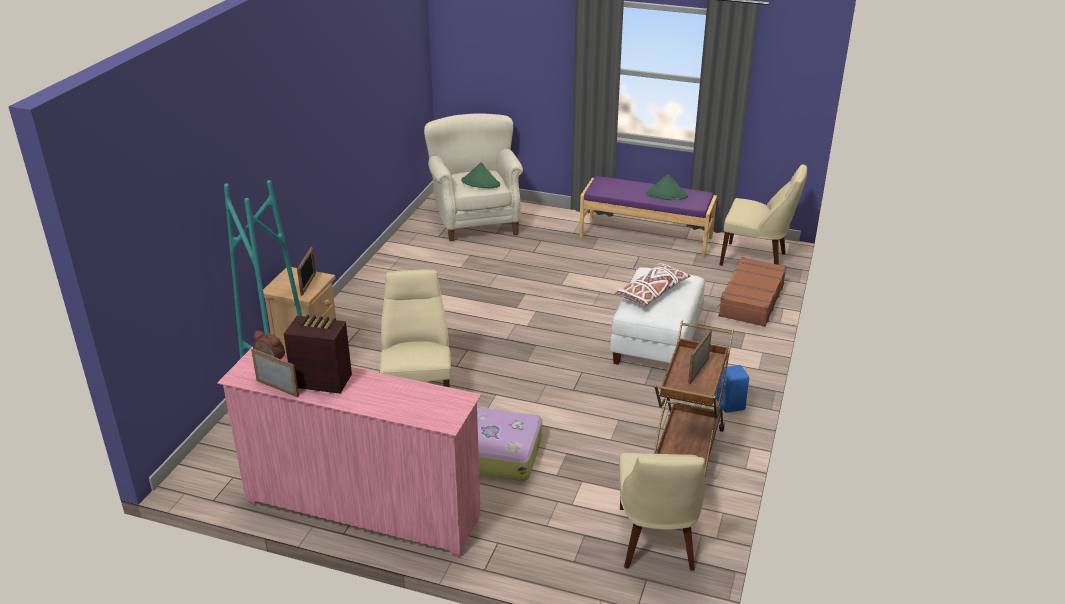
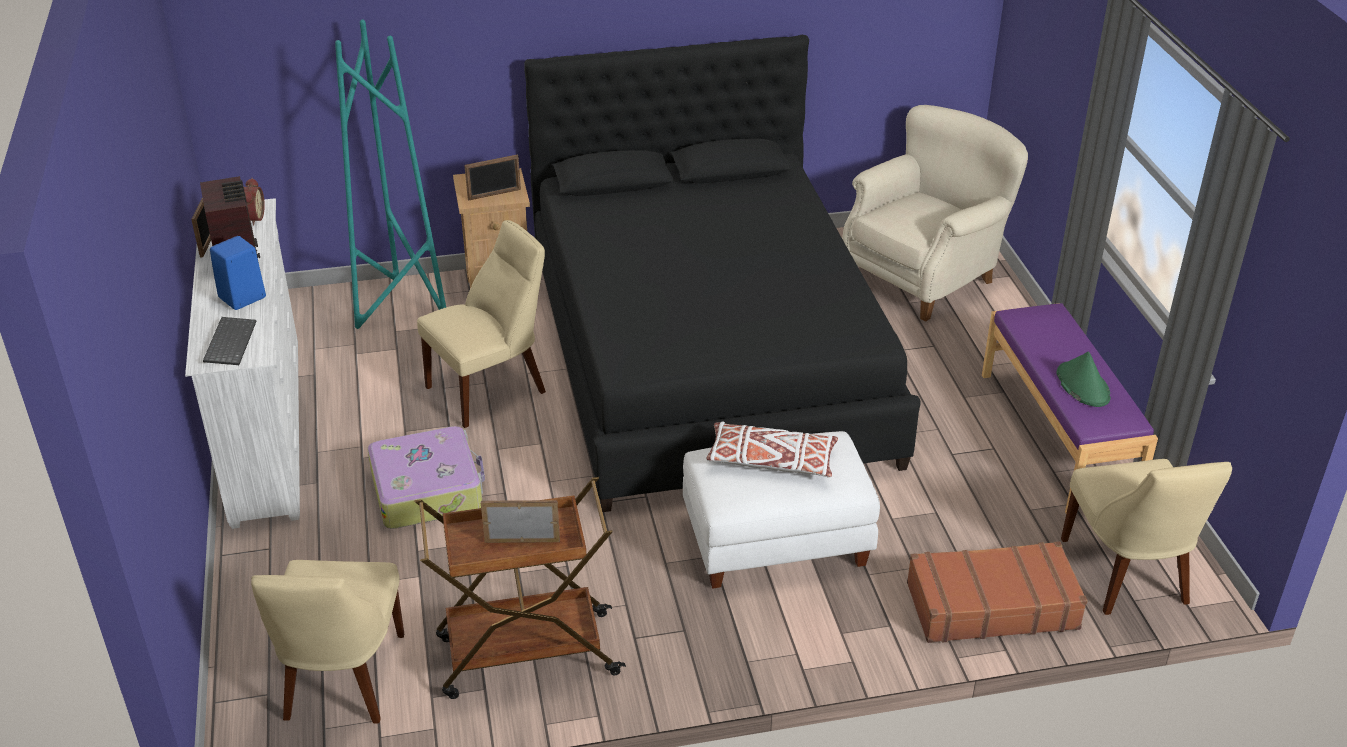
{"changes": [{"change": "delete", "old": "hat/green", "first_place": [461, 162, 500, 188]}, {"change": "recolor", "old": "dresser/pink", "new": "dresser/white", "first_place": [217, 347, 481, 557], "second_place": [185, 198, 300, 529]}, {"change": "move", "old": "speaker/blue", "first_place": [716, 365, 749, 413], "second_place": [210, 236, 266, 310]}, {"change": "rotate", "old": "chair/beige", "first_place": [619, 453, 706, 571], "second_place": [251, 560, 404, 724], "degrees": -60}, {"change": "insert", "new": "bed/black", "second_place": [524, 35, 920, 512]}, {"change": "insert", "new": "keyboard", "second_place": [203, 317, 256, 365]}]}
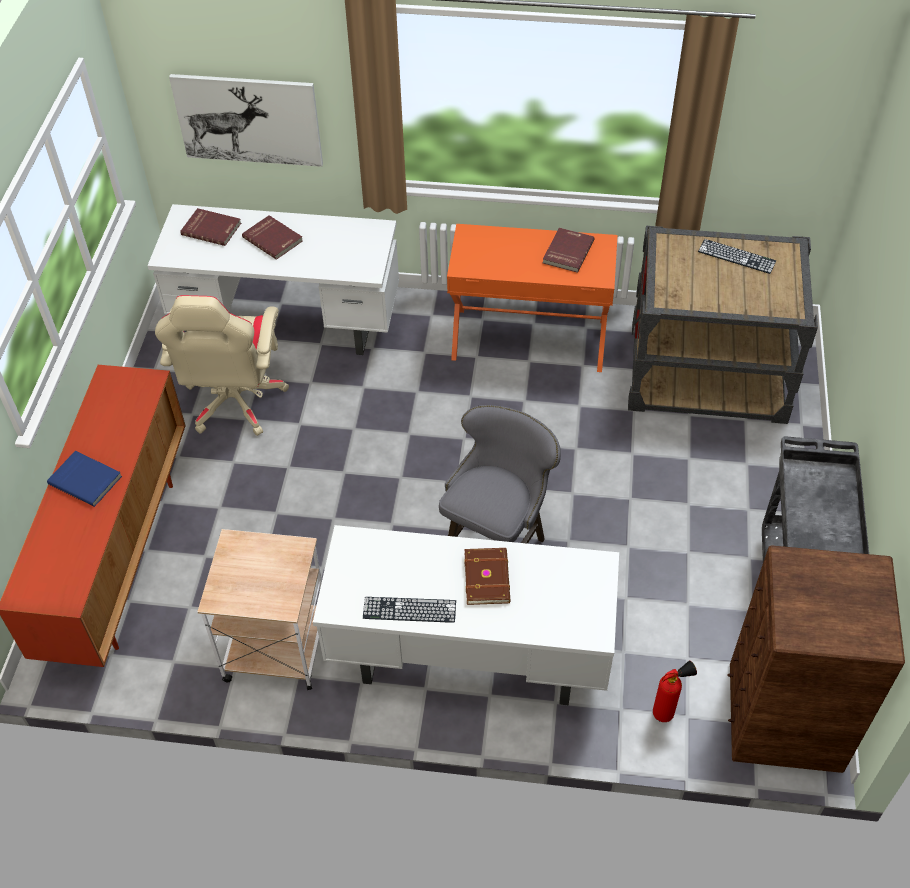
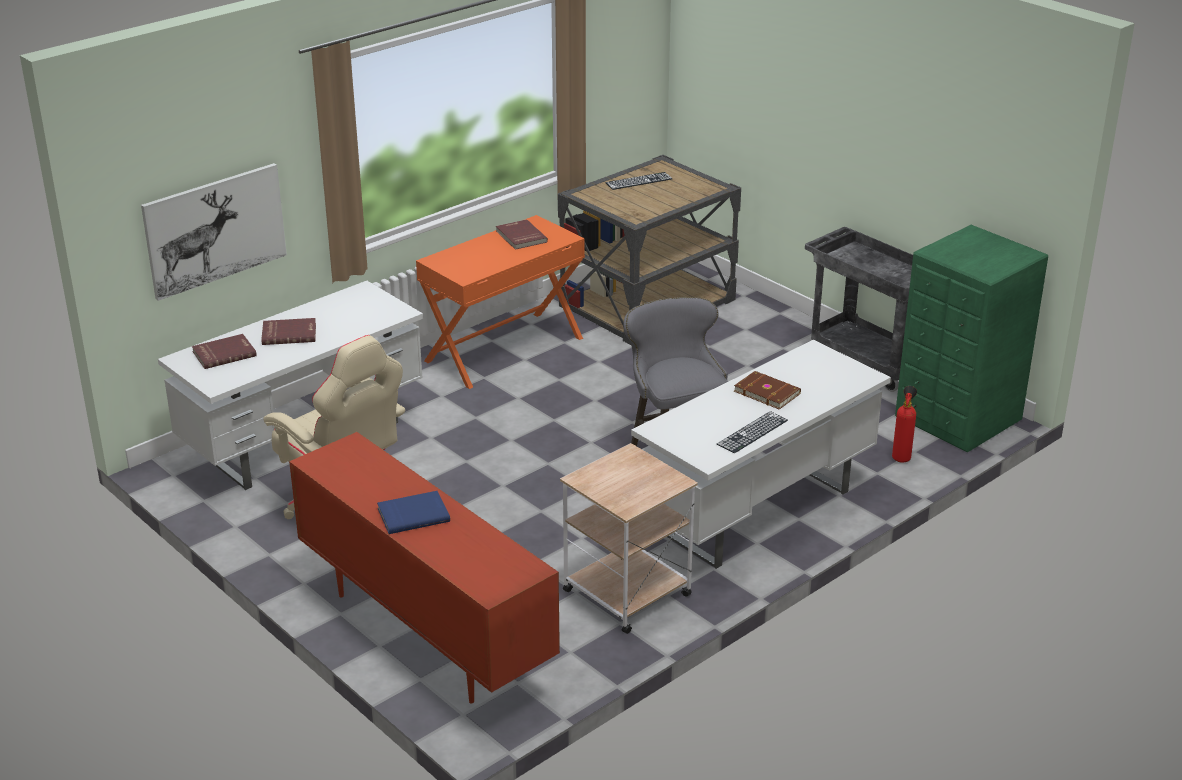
{"changes": [{"change": "recolor", "old": "dresser/brown", "new": "dresser/green", "first_place": [727, 545, 905, 773], "second_place": [895, 225, 1048, 452]}]}
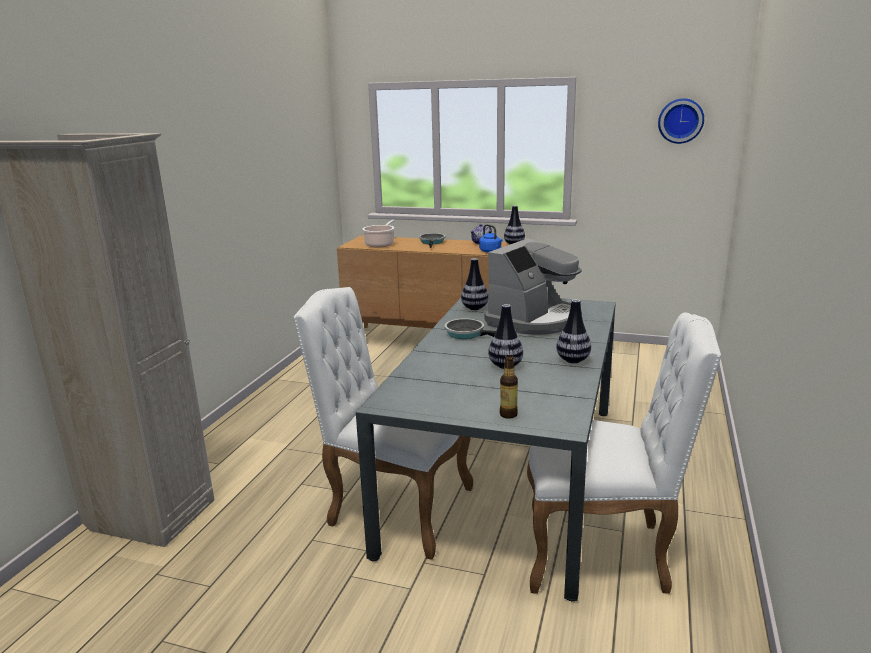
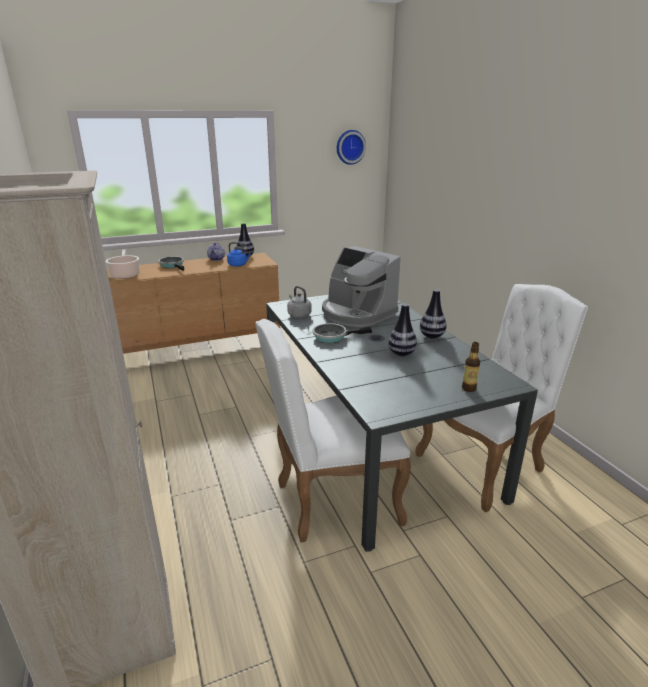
{"changes": [{"change": "rotate", "old": "coffee machine", "first_place": [485, 238, 582, 335], "second_place": [322, 246, 401, 327], "degrees": 135}, {"change": "replace", "old": "vase", "new": "kettle/grey", "first_place": [461, 258, 488, 310], "second_place": [287, 286, 312, 318]}]}
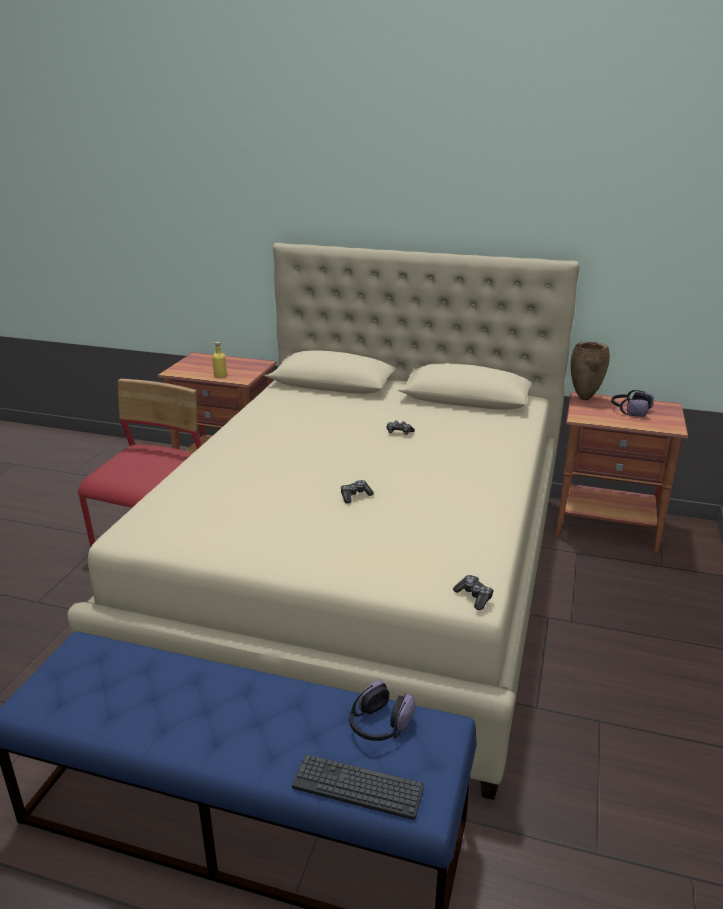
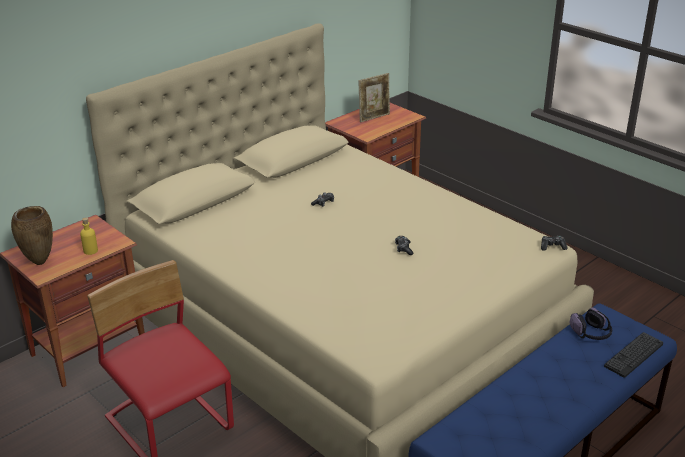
{"changes": [{"change": "move", "old": "vase/brown", "first_place": [571, 342, 610, 400], "second_place": [11, 206, 53, 265]}, {"change": "replace", "old": "headphones", "new": "picture frame", "first_place": [611, 390, 654, 417], "second_place": [358, 73, 390, 122]}]}
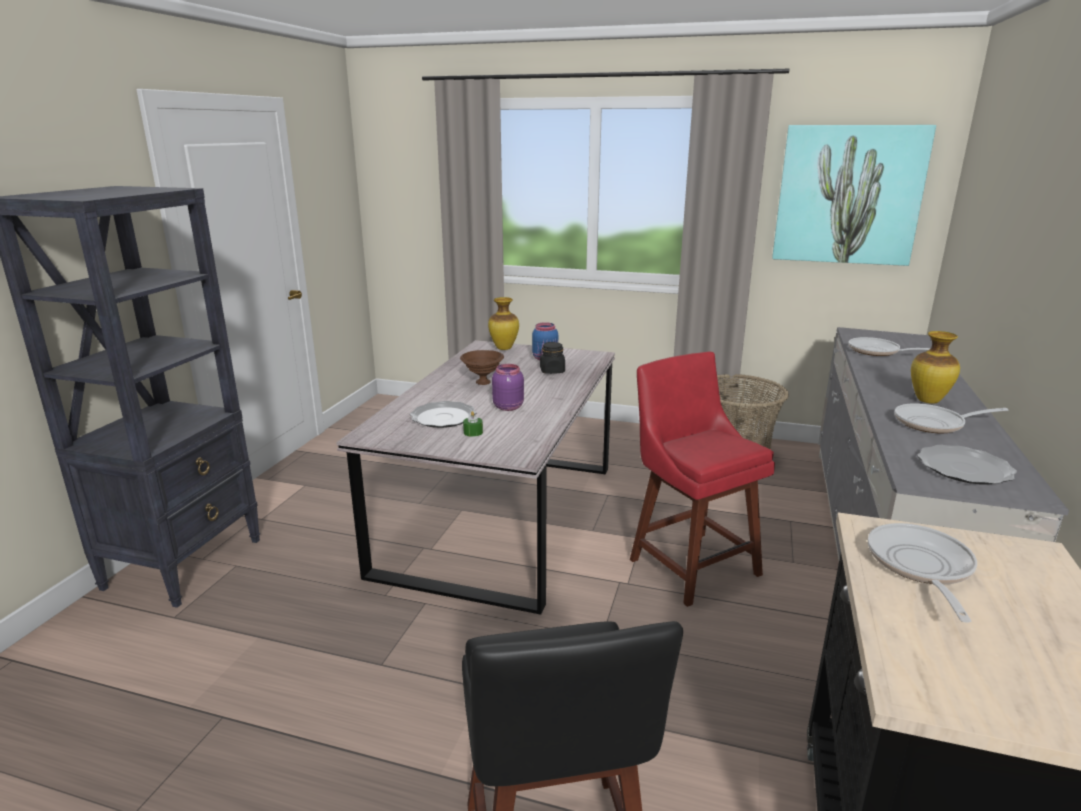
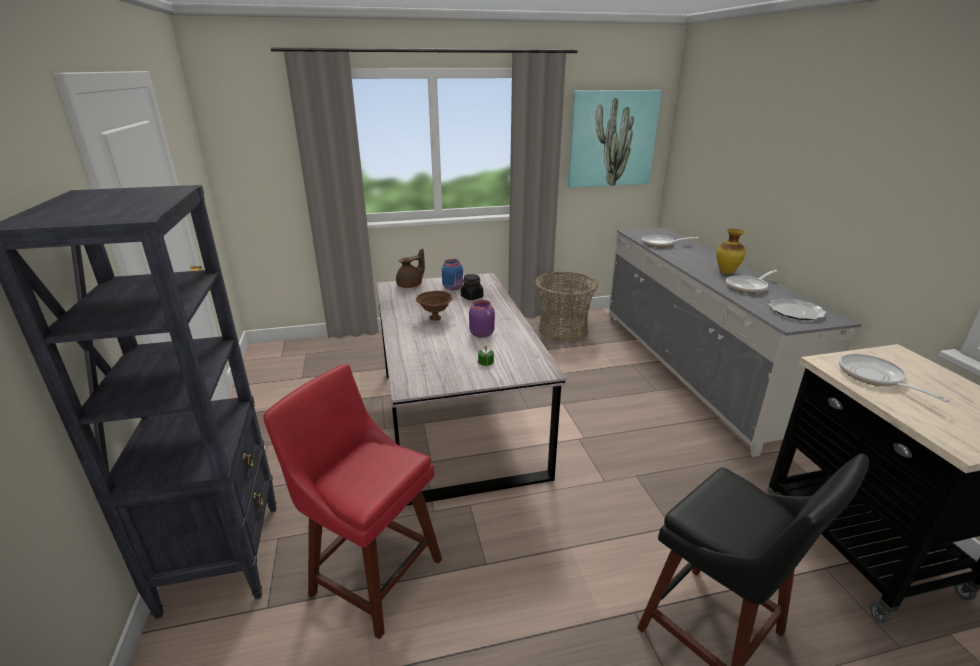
{"changes": [{"change": "replace", "old": "vase", "new": "teapot/brown", "first_place": [488, 297, 519, 350], "second_place": [396, 249, 425, 288]}, {"change": "move", "old": "chair/red", "first_place": [630, 352, 775, 607], "second_place": [263, 364, 442, 639]}, {"change": "delete", "old": "plate", "first_place": [410, 401, 476, 428]}]}
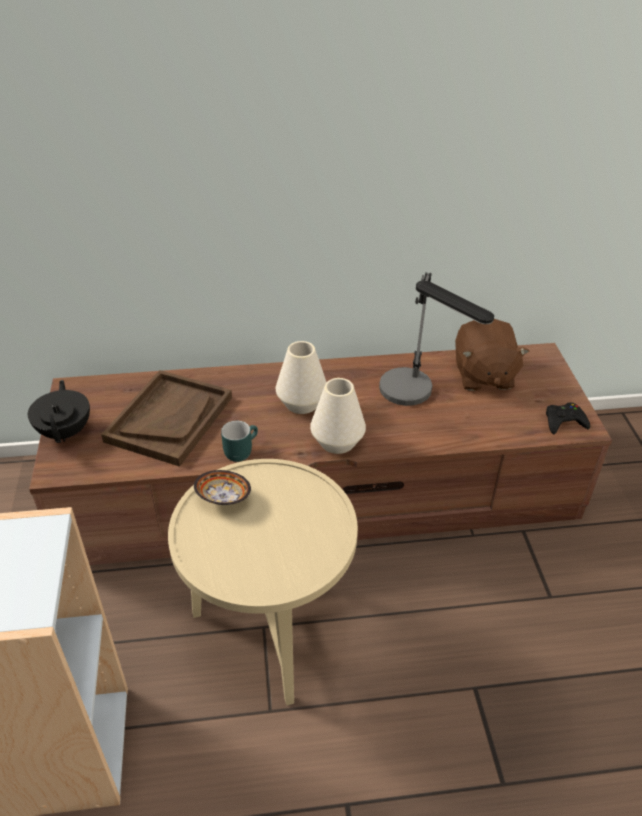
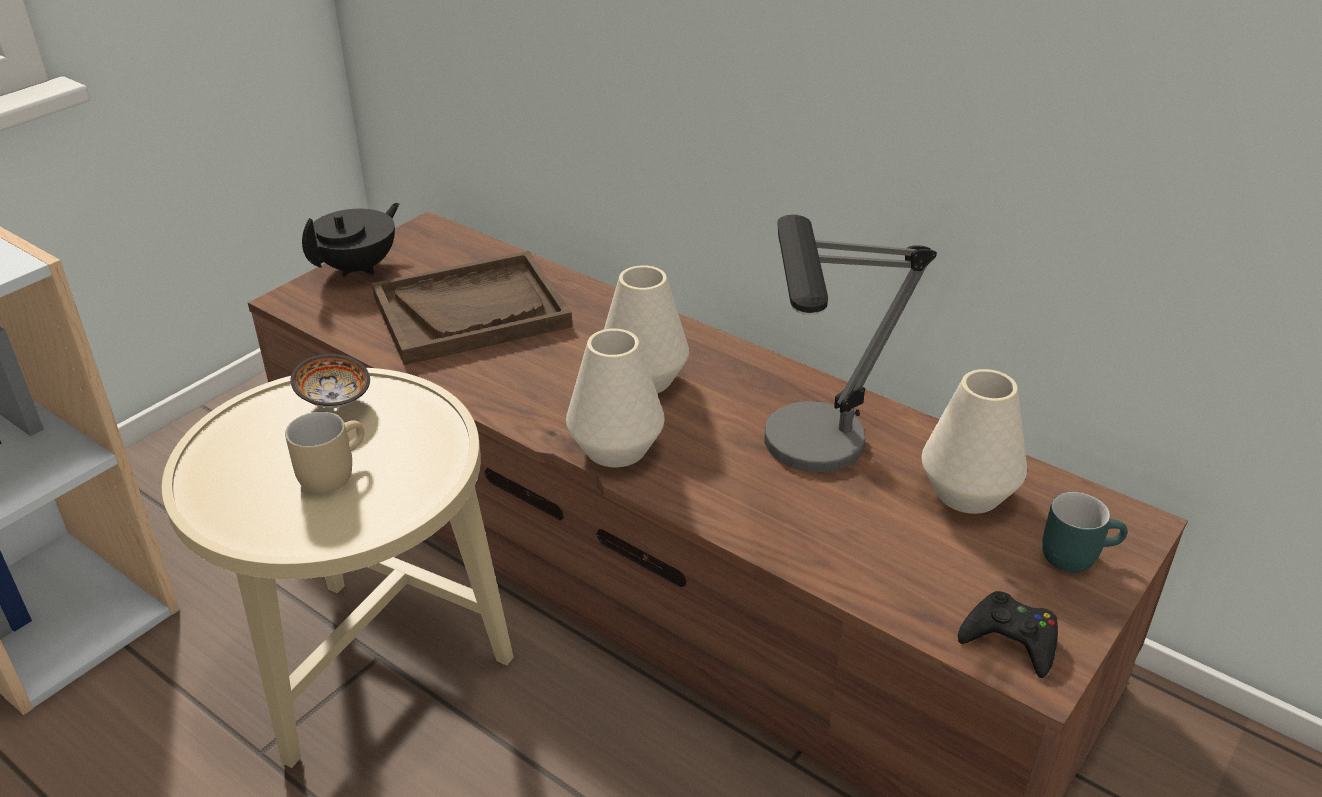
{"changes": [{"change": "replace", "old": "plush toy/brown", "new": "vase/white", "first_place": [455, 319, 530, 391], "second_place": [922, 369, 1027, 514]}, {"change": "move", "old": "mug/turquoise", "first_place": [221, 421, 258, 462], "second_place": [1042, 492, 1128, 573]}, {"change": "insert", "new": "mug/beige", "second_place": [285, 412, 364, 493]}]}
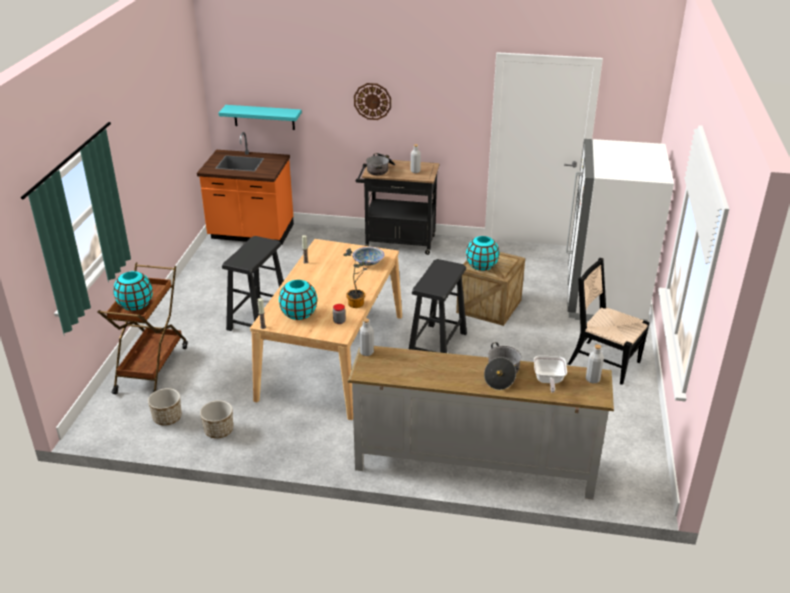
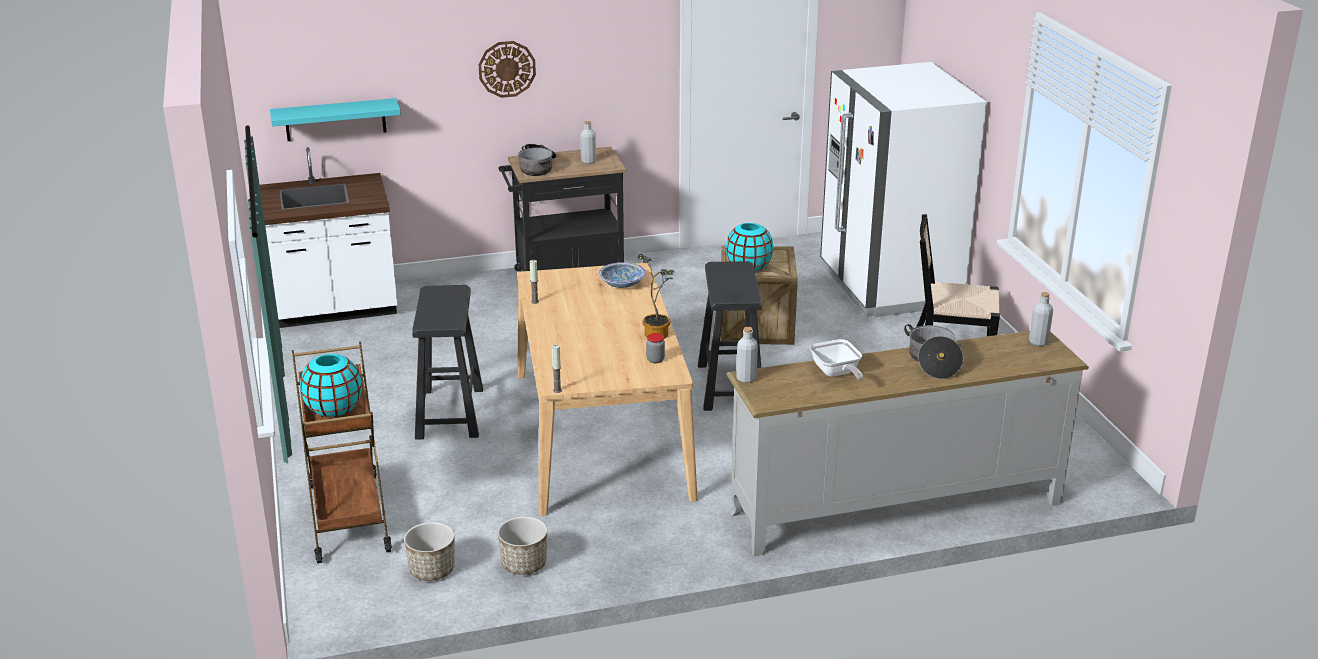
{"changes": [{"change": "recolor", "old": "counter/orange", "new": "counter/white", "first_place": [197, 132, 294, 245], "second_place": [260, 147, 397, 328]}, {"change": "delete", "old": "vase/turquoise", "first_place": [279, 280, 317, 320]}, {"change": "move", "old": "frying pan", "first_place": [534, 355, 567, 393], "second_place": [810, 339, 863, 380]}]}
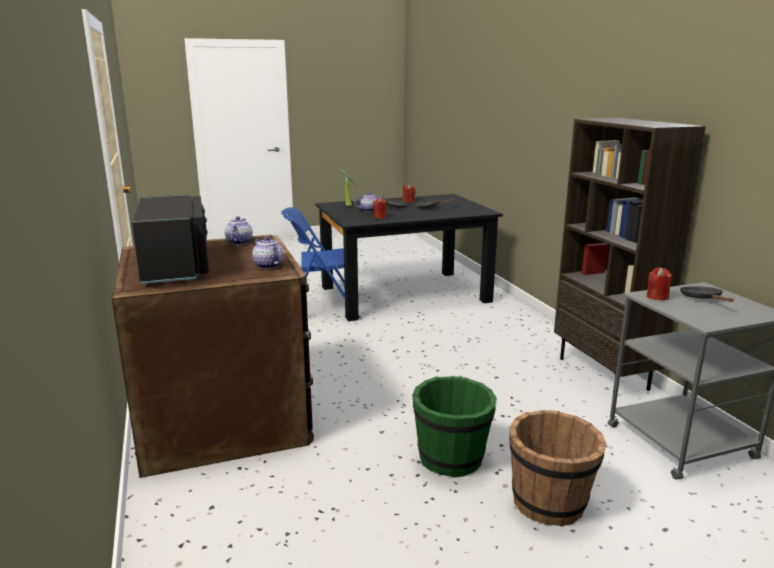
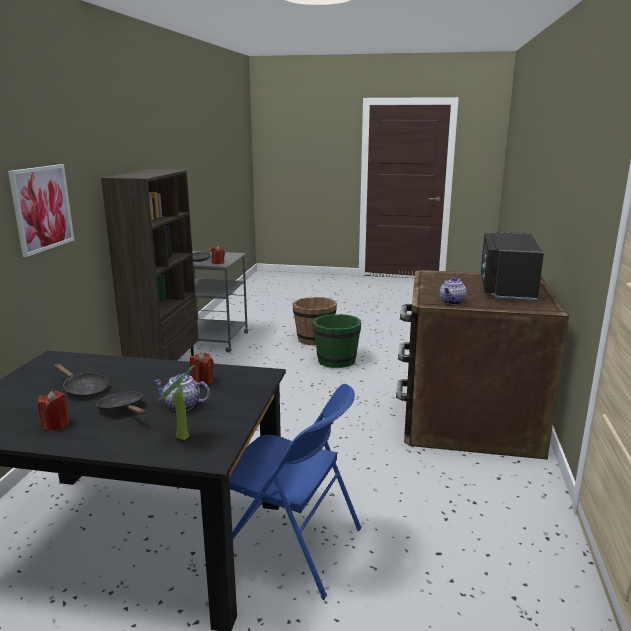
{"changes": [{"change": "delete", "old": "teapot", "first_place": [252, 236, 284, 269]}, {"change": "insert", "new": "picture", "second_place": [8, 164, 74, 257]}]}
